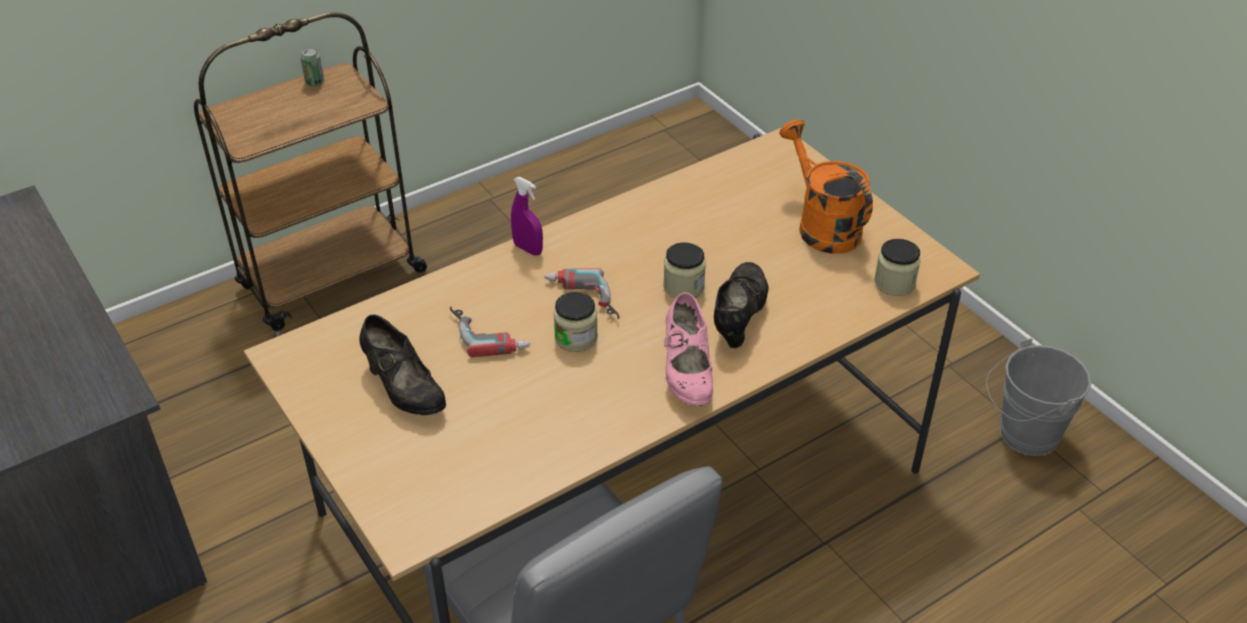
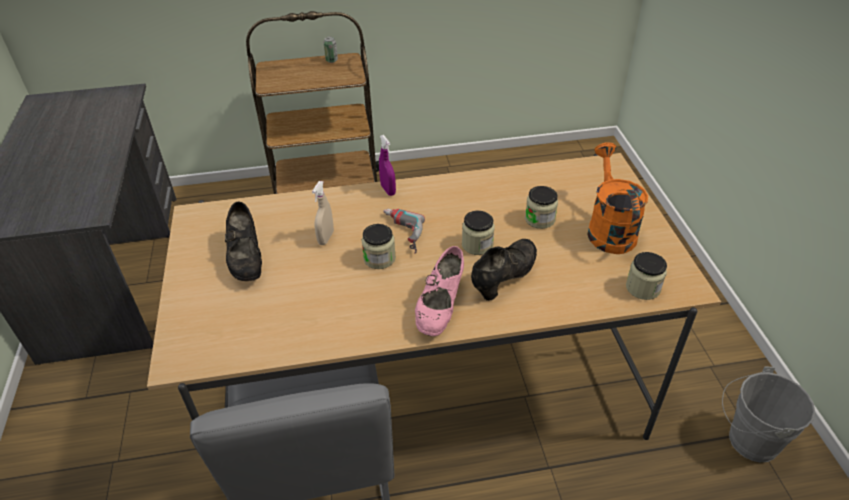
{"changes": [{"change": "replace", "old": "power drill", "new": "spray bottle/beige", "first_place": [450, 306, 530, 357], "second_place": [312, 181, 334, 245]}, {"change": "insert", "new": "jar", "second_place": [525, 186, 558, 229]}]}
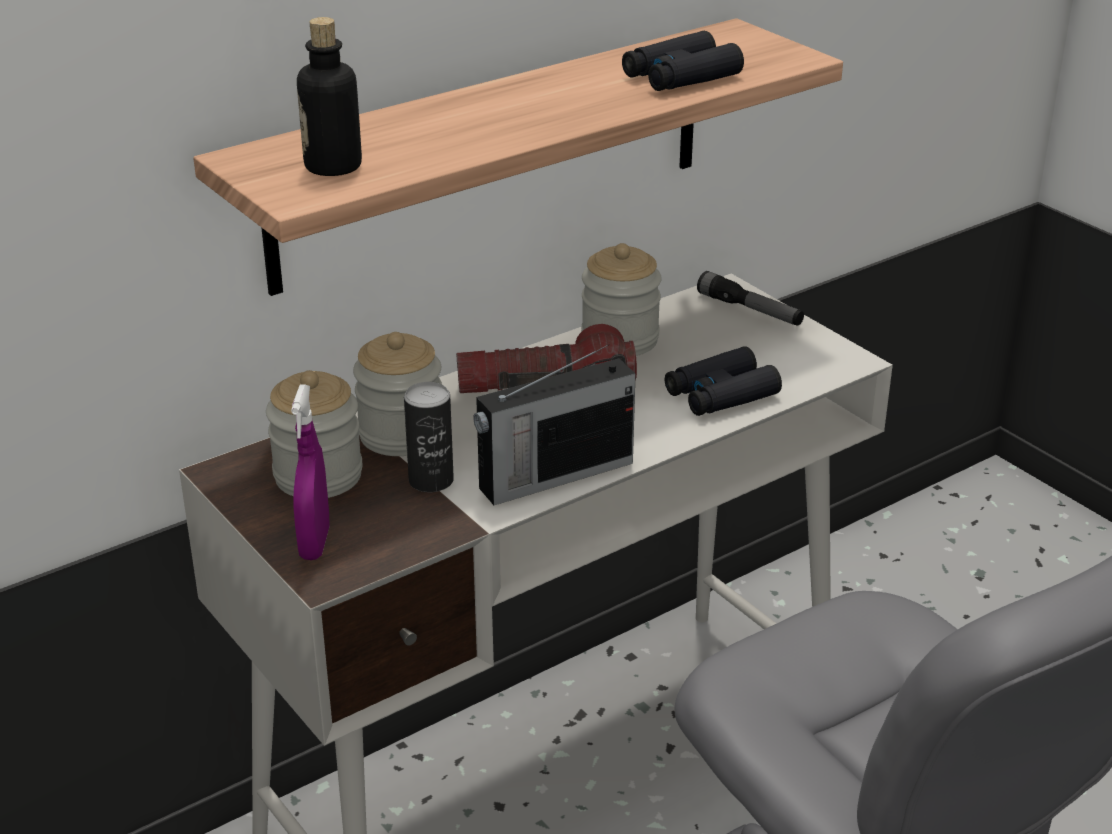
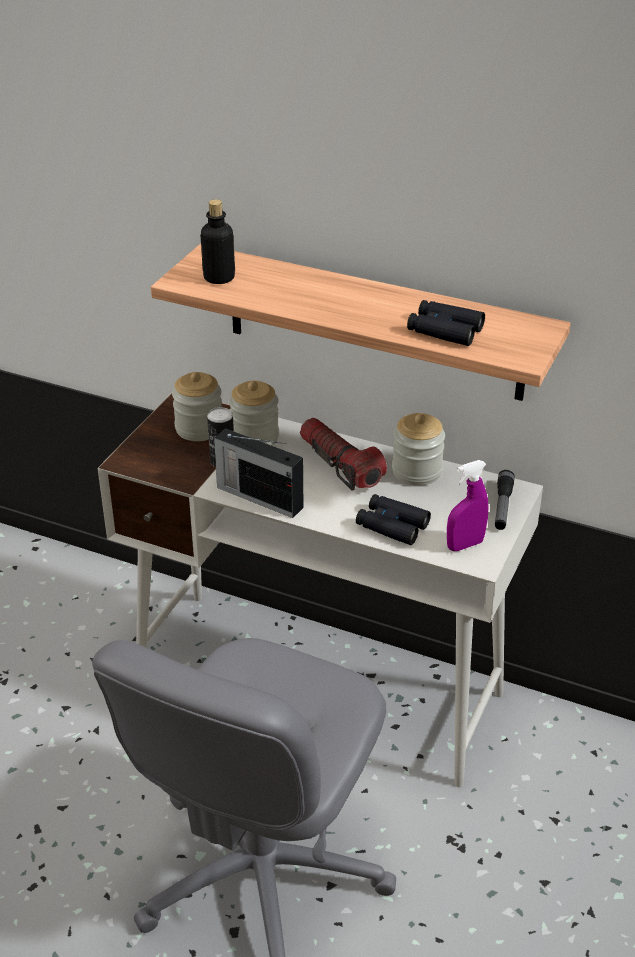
{"changes": [{"change": "move", "old": "spray bottle/purple", "first_place": [291, 385, 330, 560], "second_place": [447, 460, 488, 551]}]}
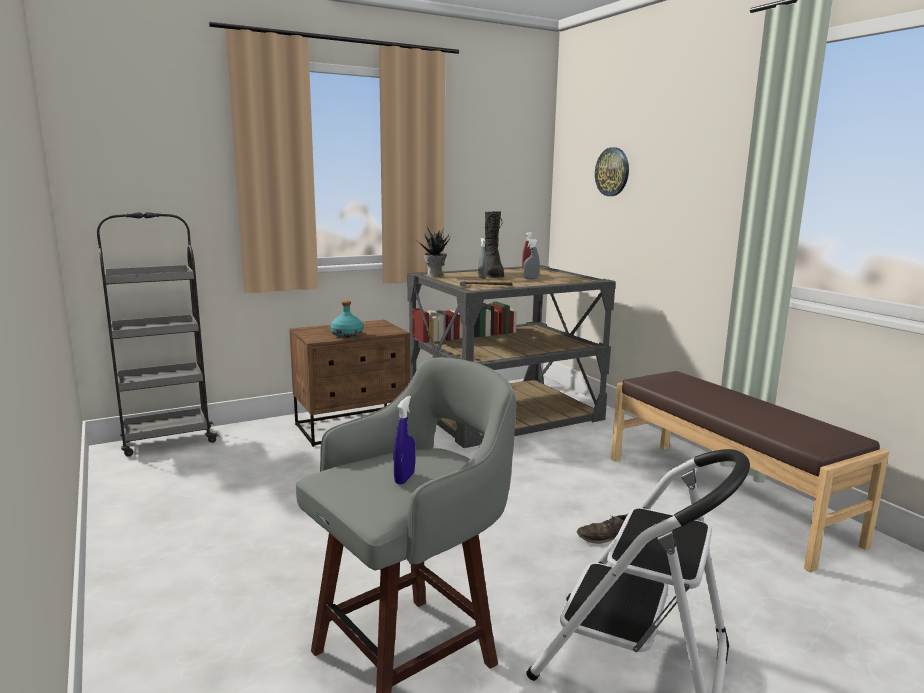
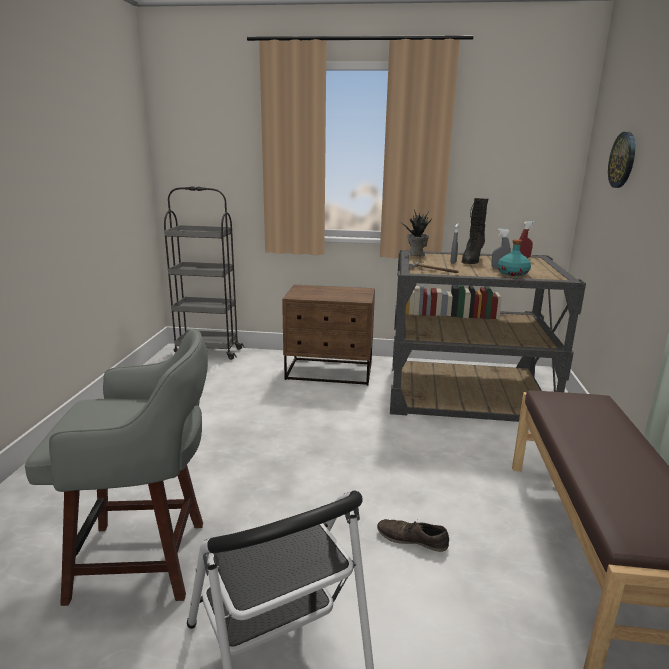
{"changes": [{"change": "move", "old": "bottle/turquoise", "first_place": [331, 300, 363, 338], "second_place": [498, 239, 531, 276]}, {"change": "delete", "old": "spray bottle/blue", "first_place": [394, 396, 415, 485]}]}
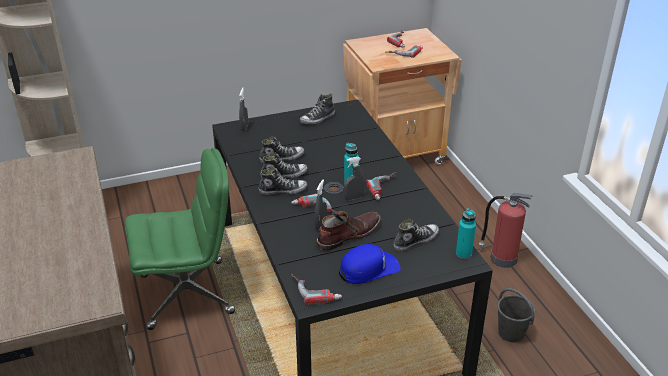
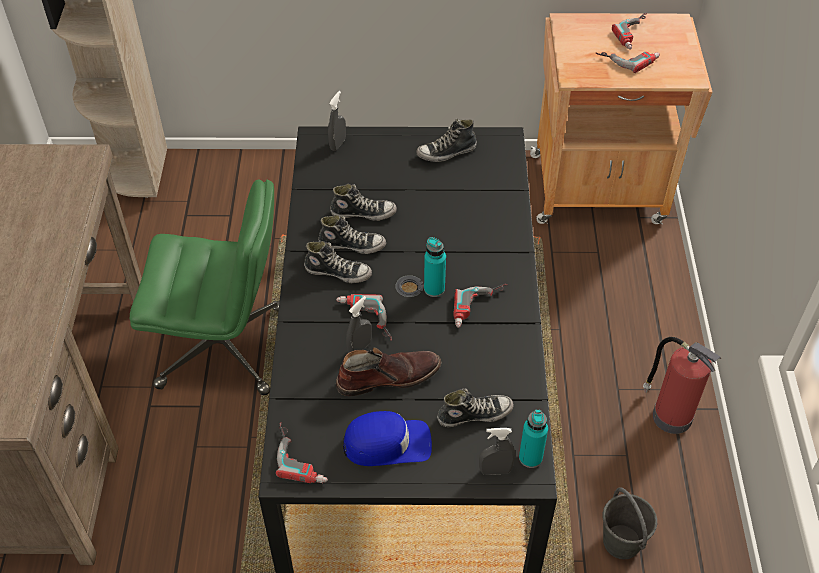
{"changes": [{"change": "move", "old": "spray bottle/grey", "first_place": [344, 157, 364, 200], "second_place": [479, 428, 515, 475]}]}
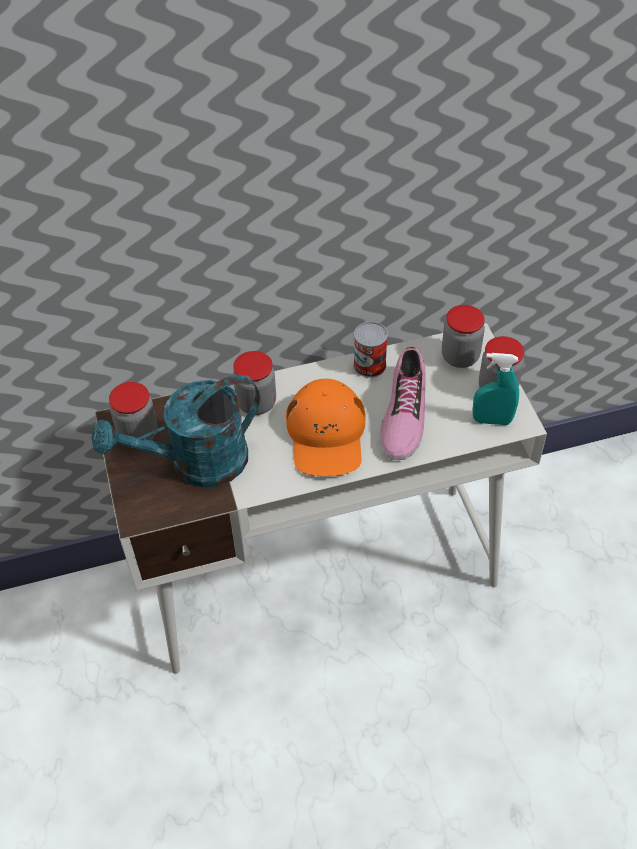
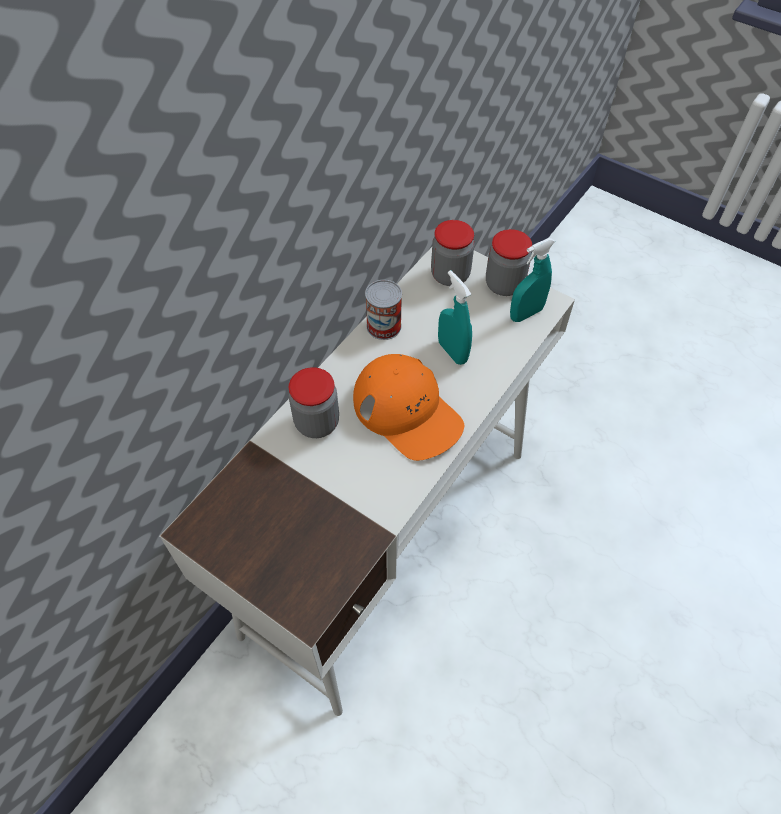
{"changes": [{"change": "replace", "old": "shoe", "new": "spray bottle/turquoise", "first_place": [379, 347, 426, 460], "second_place": [438, 270, 472, 365]}, {"change": "delete", "old": "watering can/turquoise", "first_place": [92, 375, 260, 487]}, {"change": "delete", "old": "jar", "first_place": [109, 382, 157, 441]}]}
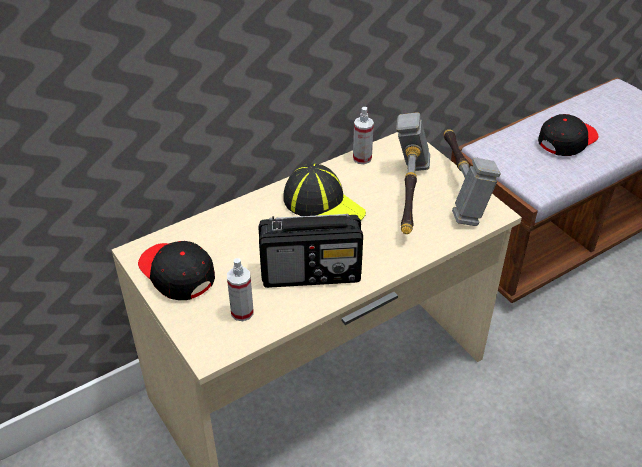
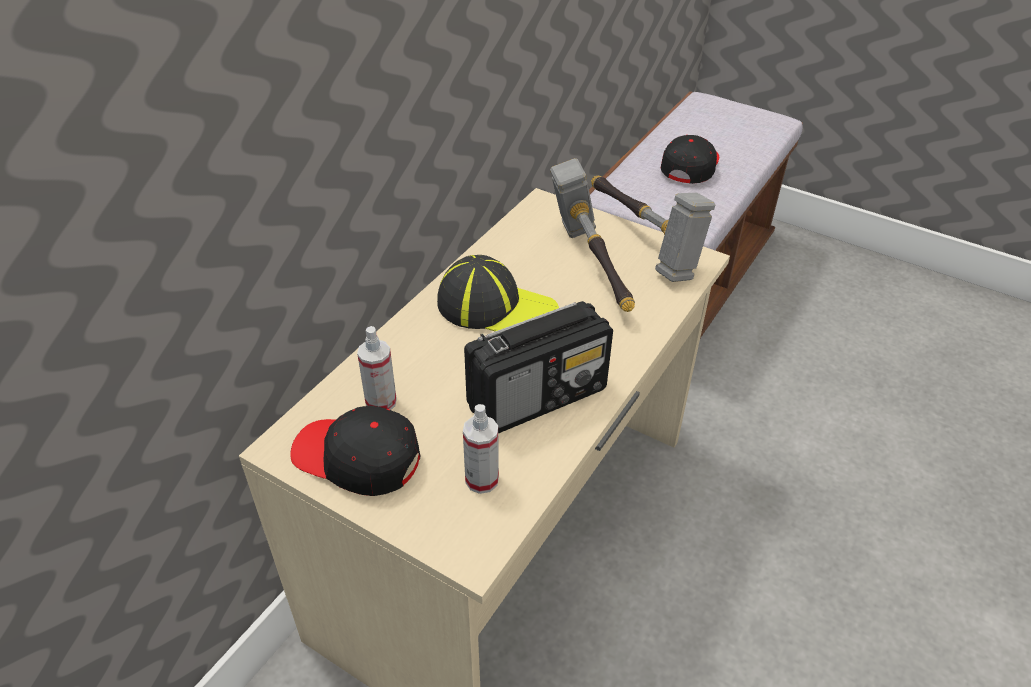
{"changes": [{"change": "move", "old": "spray bottle", "first_place": [353, 107, 374, 164], "second_place": [357, 326, 397, 410]}]}
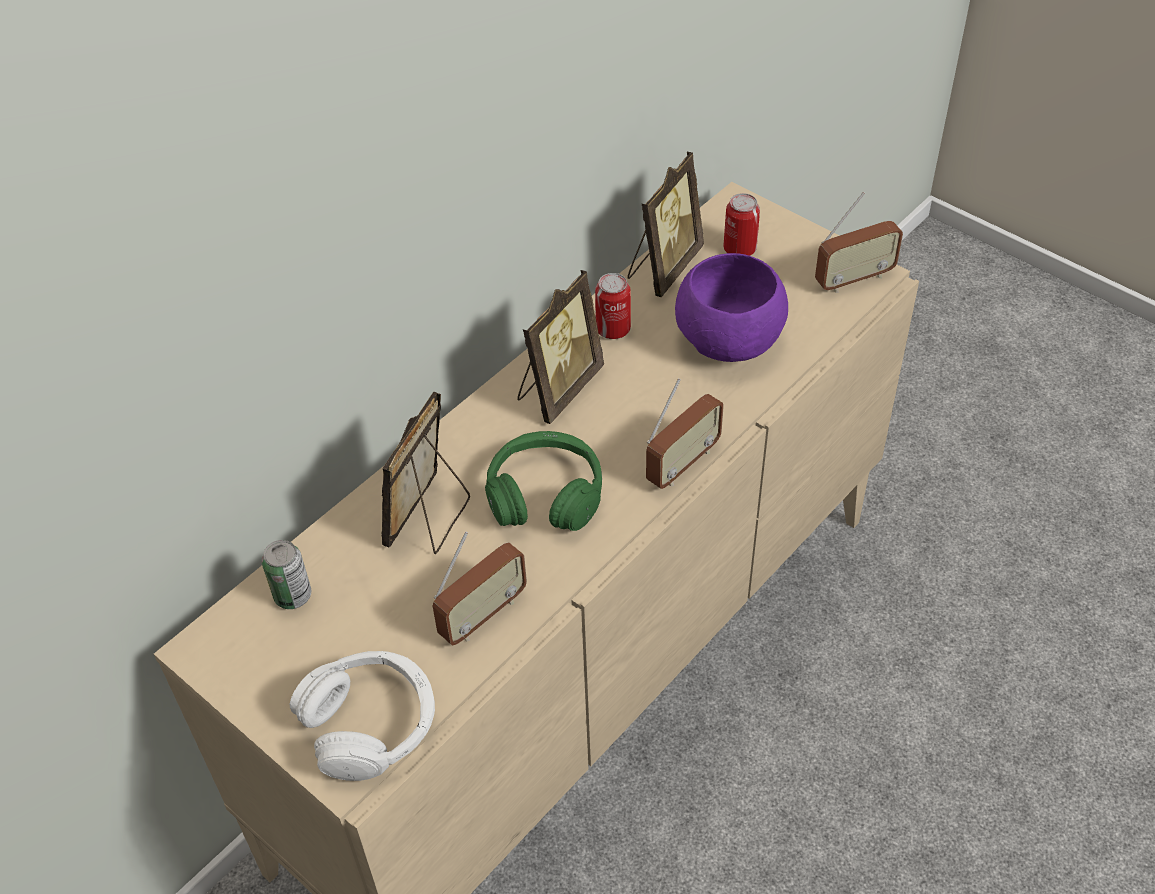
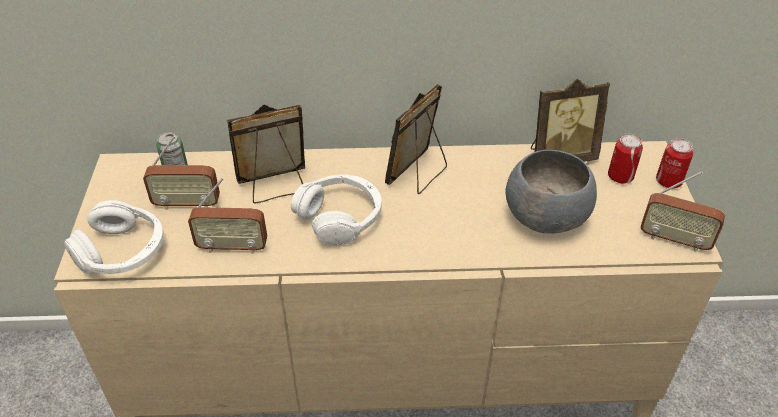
{"changes": [{"change": "recolor", "old": "bowl/purple", "new": "bowl/grey", "first_place": [675, 253, 788, 362], "second_place": [505, 150, 597, 234]}, {"change": "rotate", "old": "picture frame", "first_place": [517, 270, 604, 424], "second_place": [385, 84, 447, 194], "degrees": 135}, {"change": "move", "old": "can", "first_place": [595, 273, 631, 339], "second_place": [656, 138, 693, 188]}, {"change": "move", "old": "radio", "first_place": [646, 379, 724, 489], "second_place": [143, 135, 220, 210]}, {"change": "recolor", "old": "headphones/green", "new": "headphones/white", "first_place": [485, 431, 602, 531], "second_place": [291, 174, 382, 246]}]}
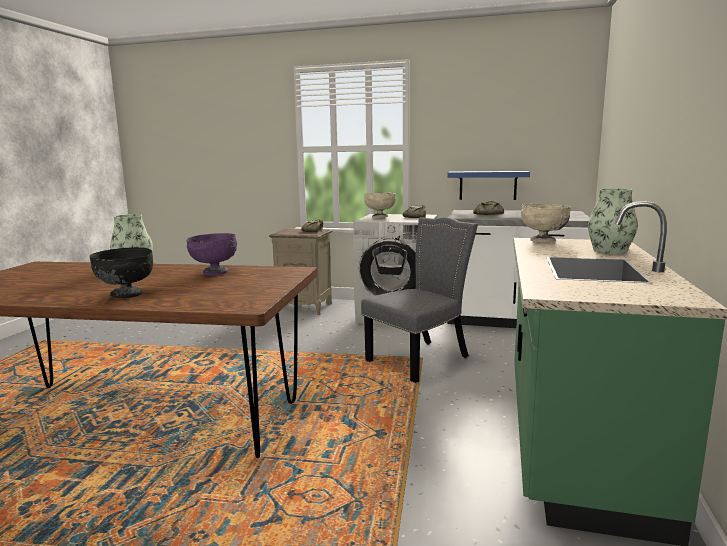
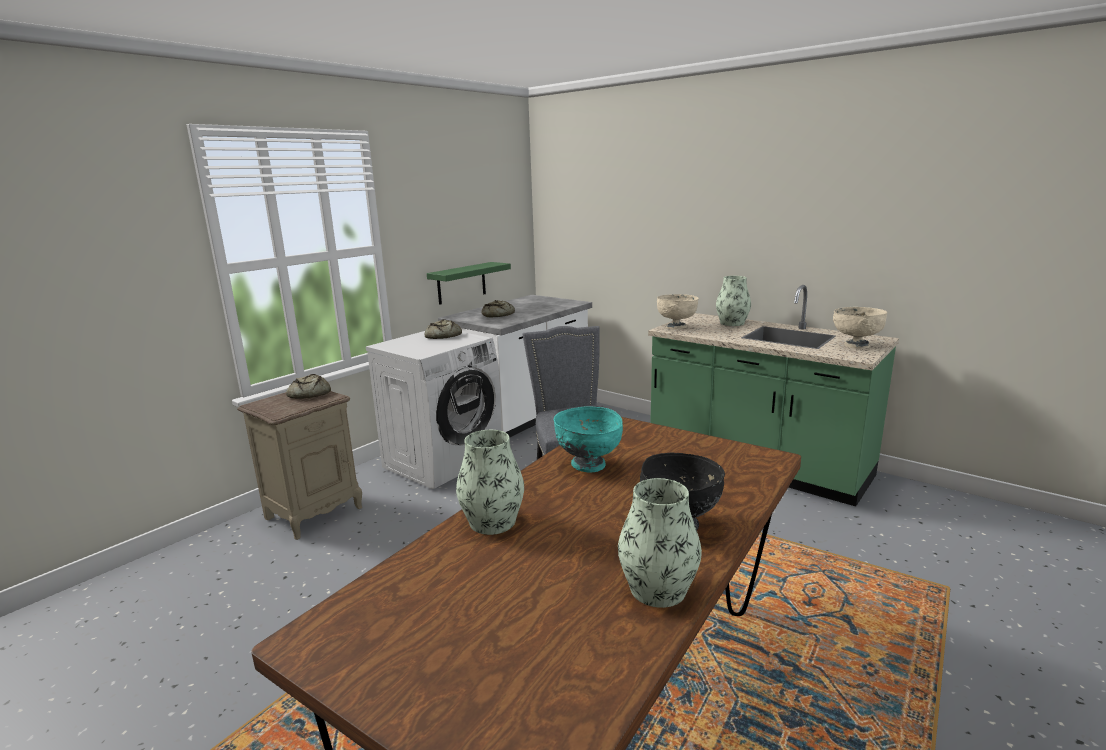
{"changes": [{"change": "recolor", "old": "shelf/blue", "new": "shelf/green", "first_place": [447, 171, 530, 200], "second_place": [427, 262, 511, 305]}, {"change": "move", "old": "bowl/beige", "first_place": [364, 193, 396, 218], "second_place": [833, 307, 887, 349]}, {"change": "recolor", "old": "bowl/purple", "new": "bowl/turquoise", "first_place": [186, 233, 237, 276], "second_place": [554, 406, 623, 473]}, {"change": "insert", "new": "vase", "second_place": [618, 478, 702, 608]}]}
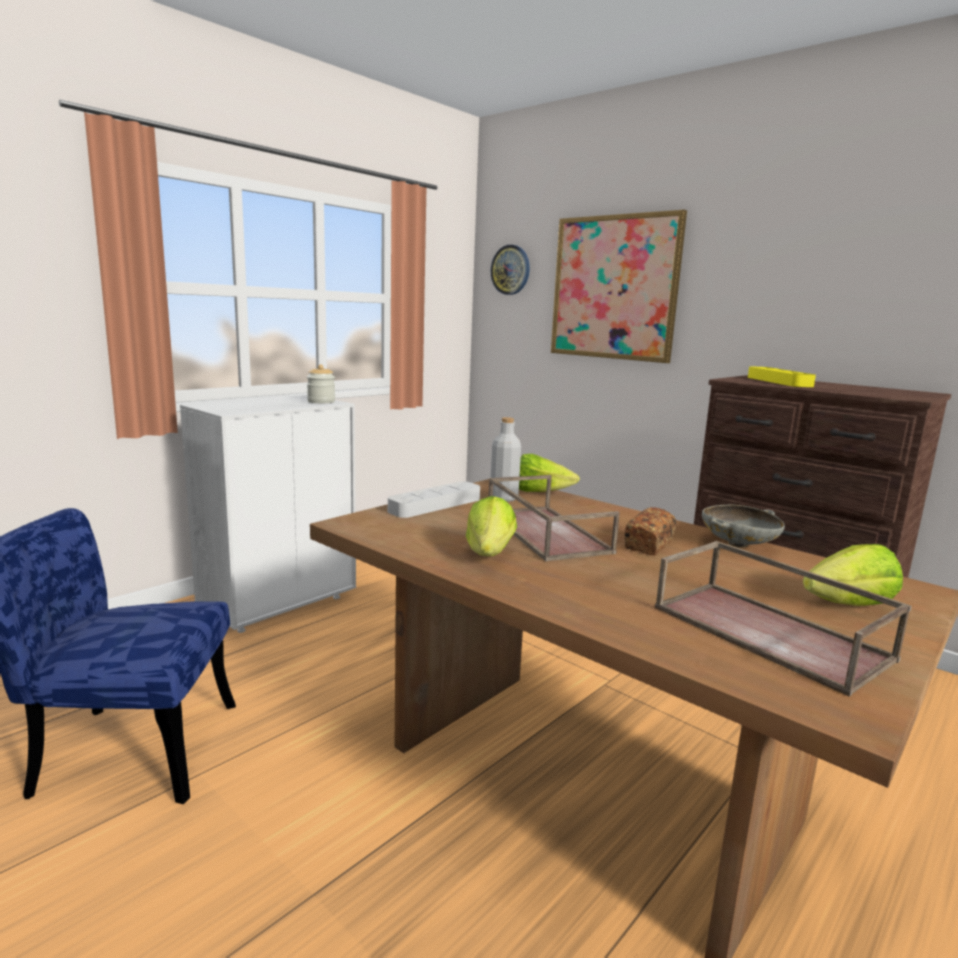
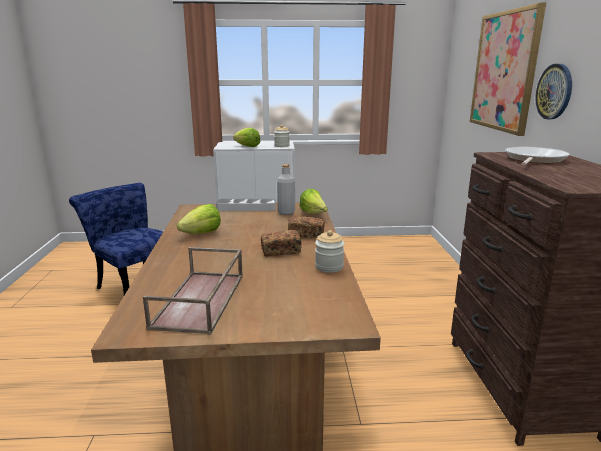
{"changes": [{"change": "move", "old": "wall clock", "first_place": [491, 245, 530, 295], "second_place": [536, 64, 572, 119]}, {"change": "replace", "old": "tray/yellow", "new": "frying pan", "first_place": [748, 366, 816, 387], "second_place": [505, 146, 569, 165]}, {"change": "delete", "old": "tray/brown", "first_place": [489, 475, 620, 561]}, {"change": "replace", "old": "bowl/grey", "new": "jar", "first_place": [702, 504, 785, 548], "second_place": [315, 230, 345, 273]}, {"change": "move", "old": "lettuce", "first_place": [803, 544, 903, 606], "second_place": [233, 128, 260, 147]}, {"change": "insert", "new": "bread", "second_place": [288, 216, 325, 238]}]}
